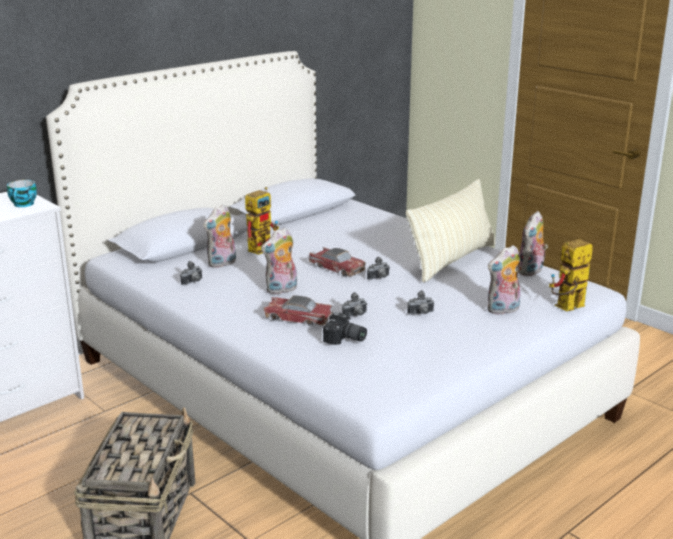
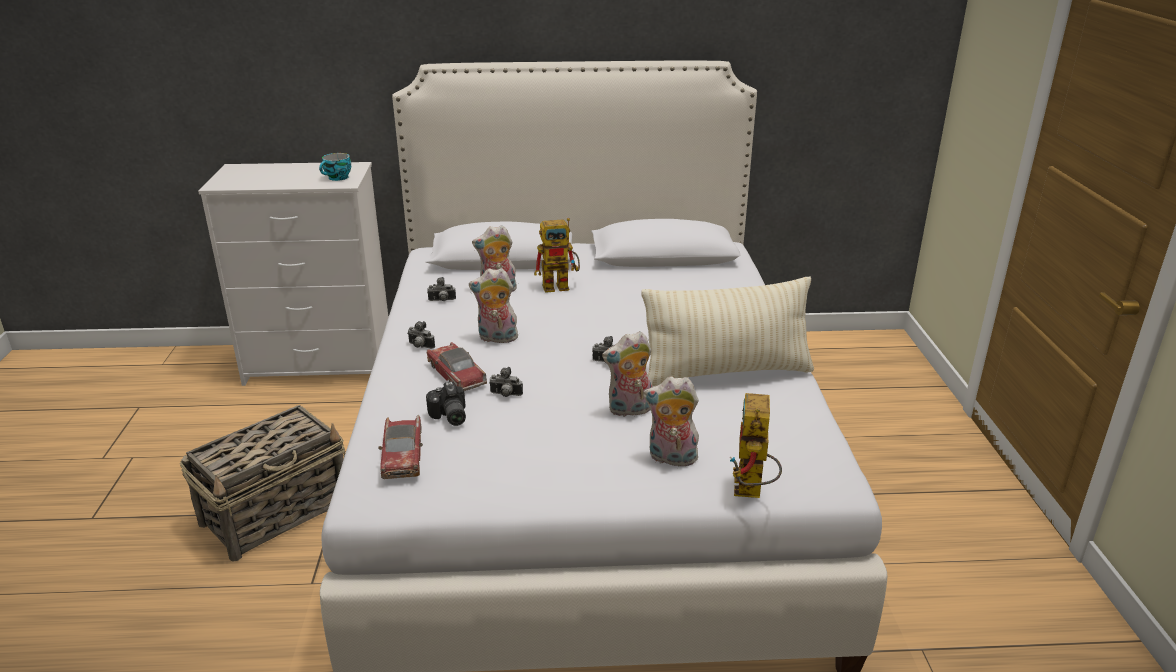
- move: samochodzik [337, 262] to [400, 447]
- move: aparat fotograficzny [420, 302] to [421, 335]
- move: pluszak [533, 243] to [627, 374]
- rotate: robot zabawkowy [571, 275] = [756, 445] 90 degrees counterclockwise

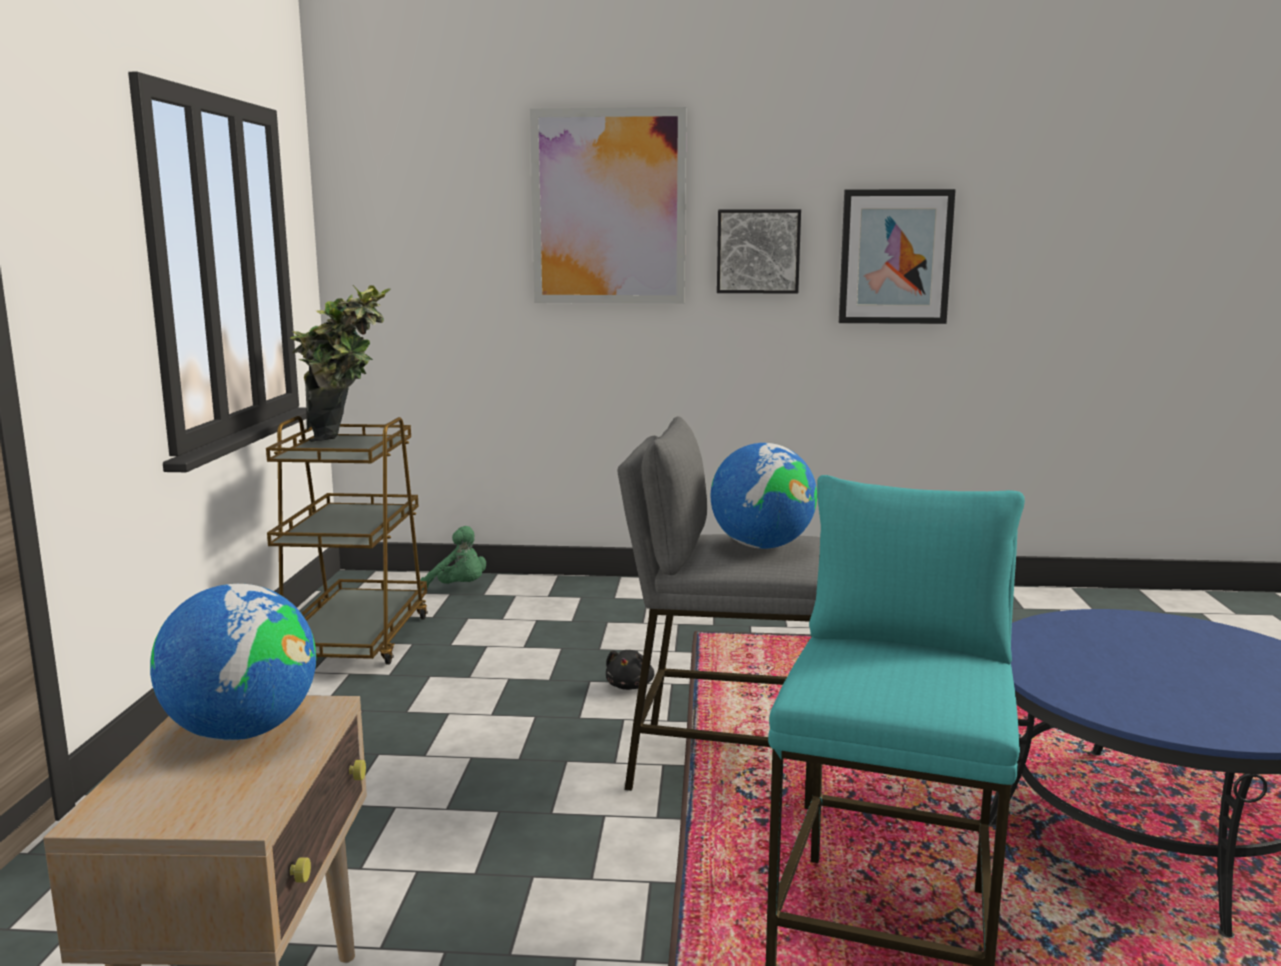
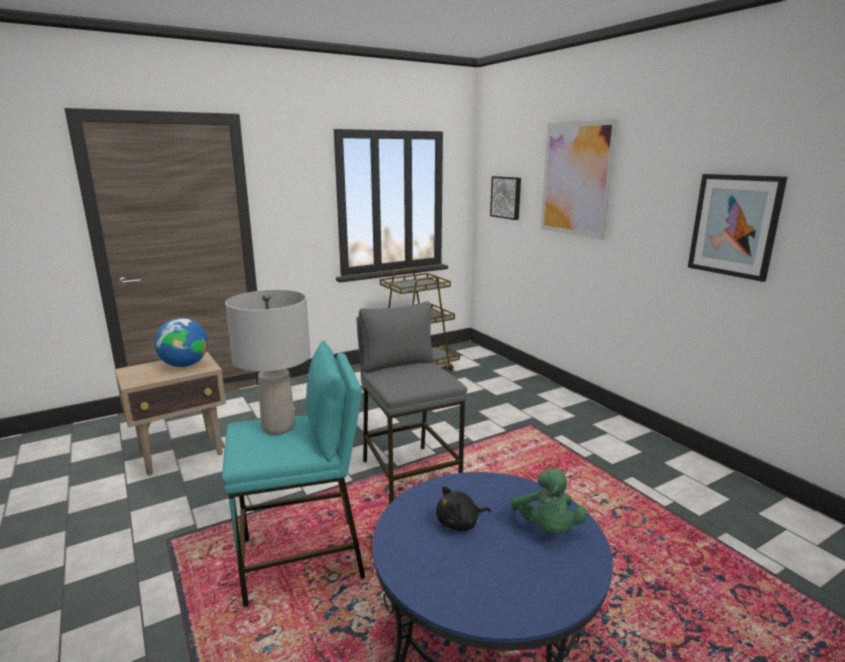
- delete: roślina doniczkowa [340, 363]
- delete: globus [763, 496]
- insert: lampa stołowa [szary] [267, 362]
- move: pluszak [zielony] [453, 557] to [548, 501]
- move: pluszak [czarny] [630, 670] to [463, 508]
- move: obraz [759, 251] to [505, 198]

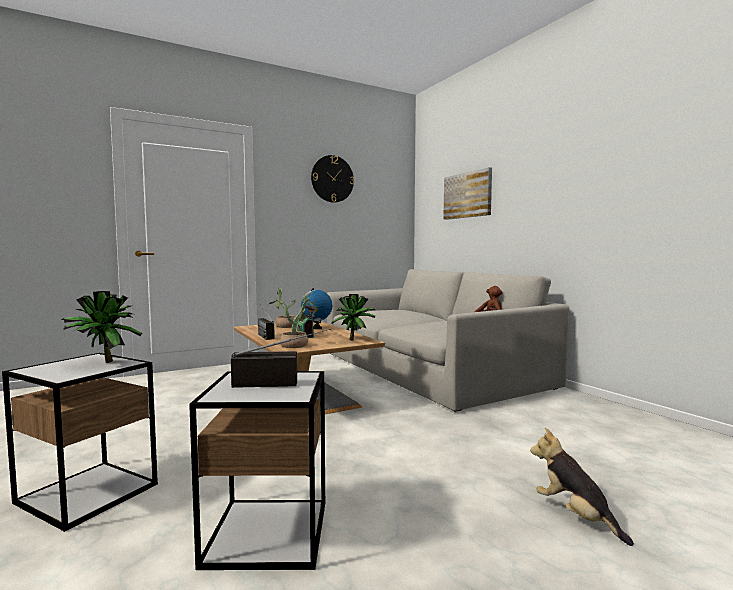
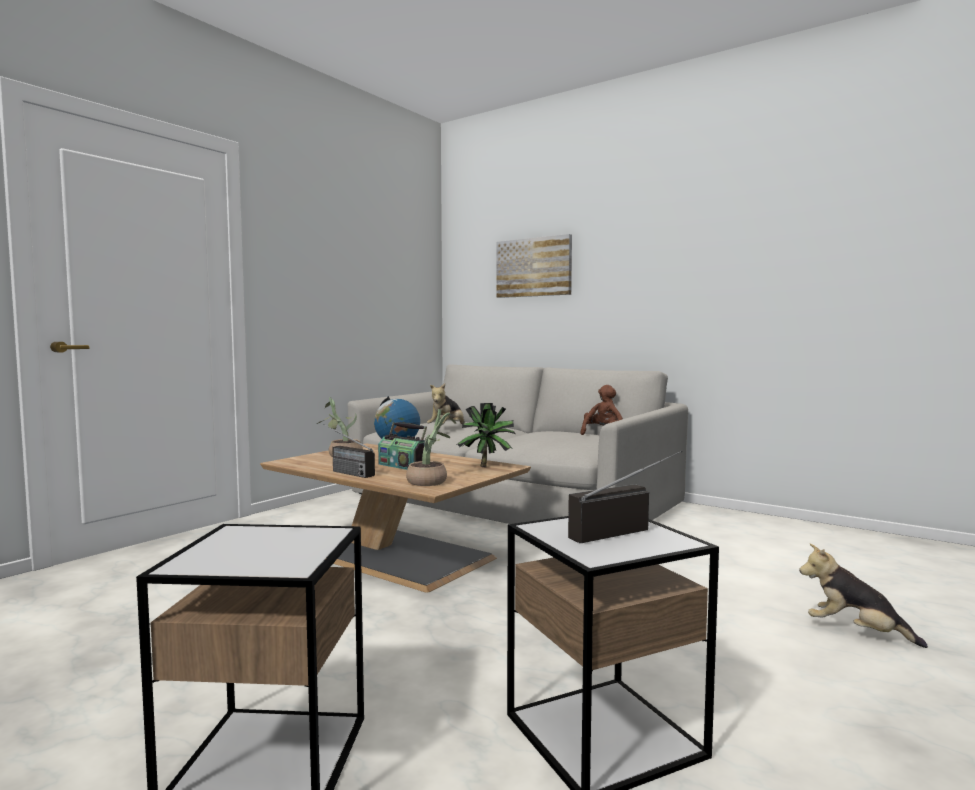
- delete: roślina doniczkowa [102, 327]
- delete: zegar ścienny [332, 179]
- insert: pluszak [445, 404]

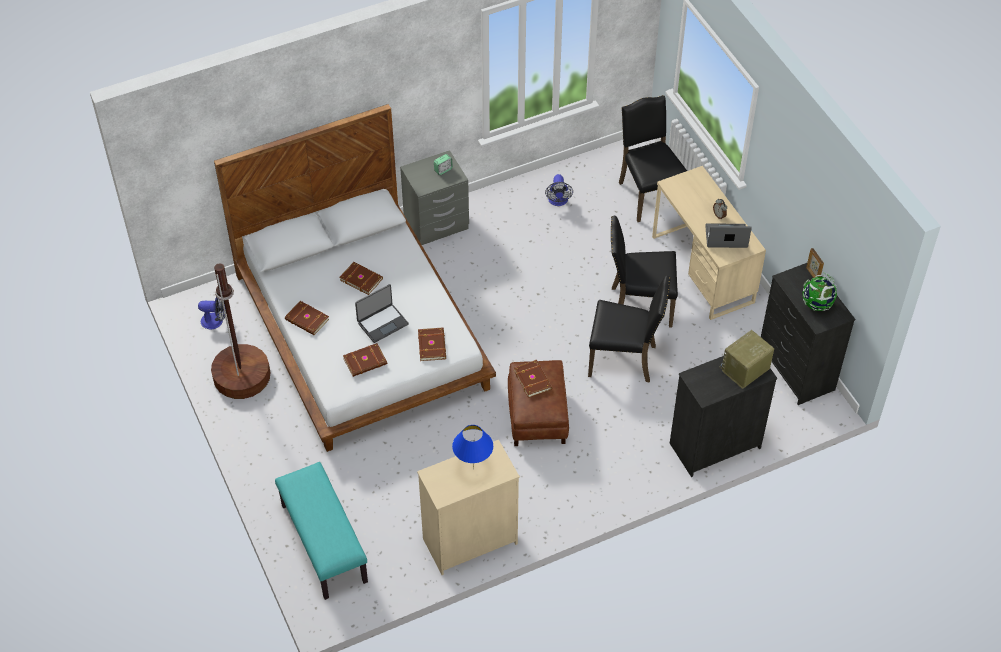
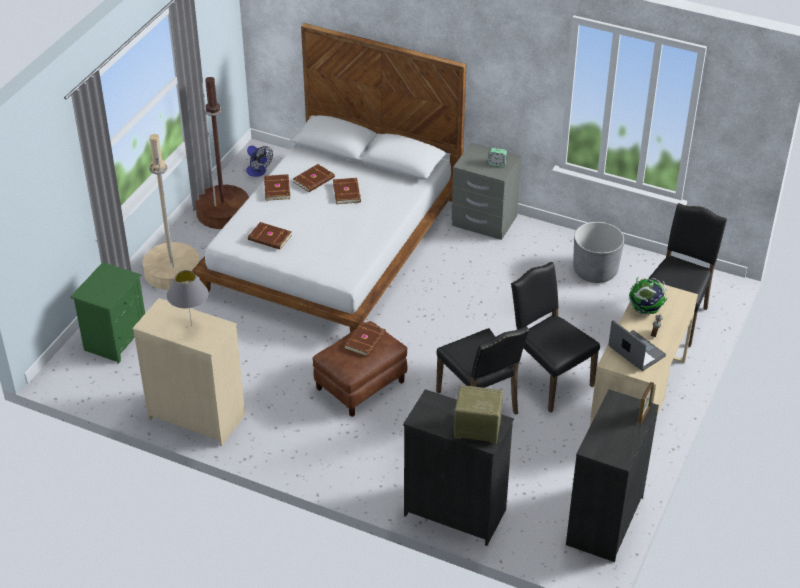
- delete: laptop [382, 313]
- insert: lampa stojąca [beżowy] [171, 212]
- move: książka [brązowy] [432, 344] to [314, 178]
- move: globus [819, 292] to [648, 296]
- replace: ławka [turkusowy] [321, 531] to szafka nocna [zielony] [107, 313]
- replace: wentylator [559, 190] to donica [szary] [598, 252]
- recolor: lampa stołowa [niebieski] [472, 447] to lampa stołowa [szary] [188, 298]

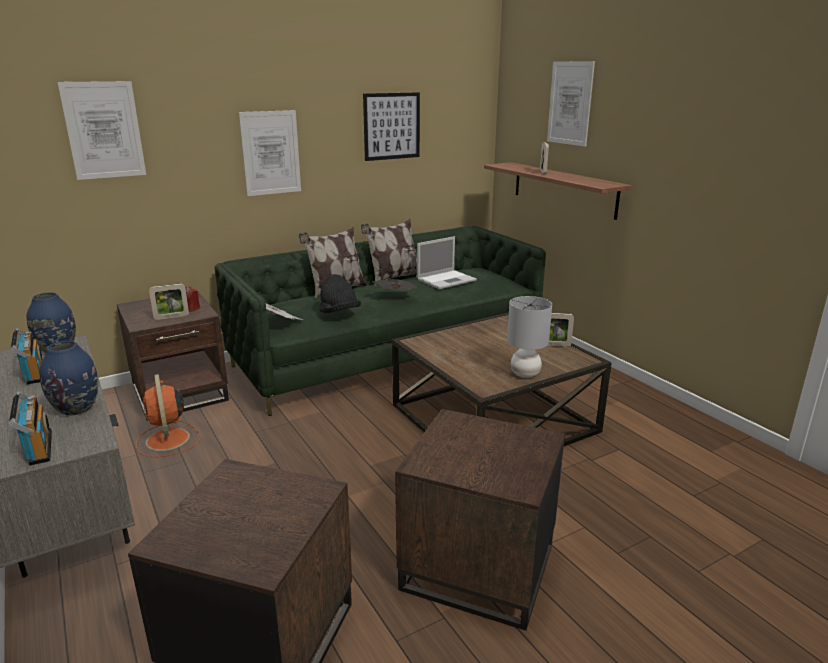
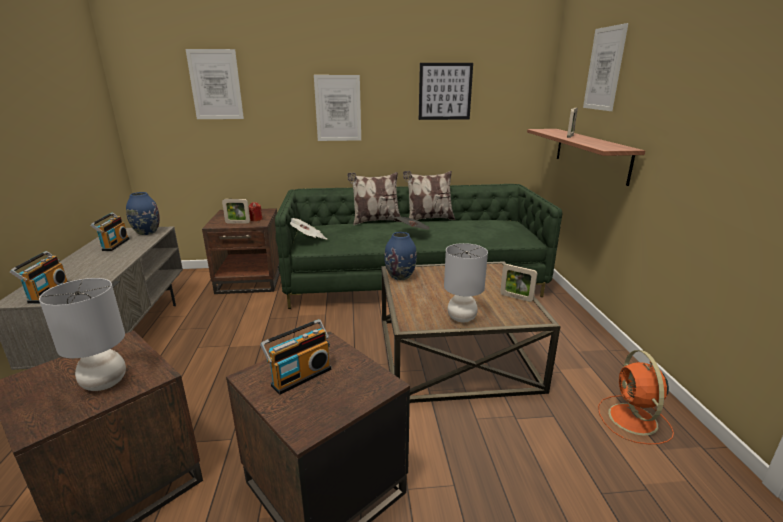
- delete: kapelusz [czarny] [340, 293]
- delete: laptop [447, 262]
- insert: lampa stołowa [szary] [82, 334]
- insert: radio [295, 357]
- move: wazon [niebieski] [68, 378] to [400, 256]
- move: wentylator [pomarańczowy] [168, 415] to [636, 397]

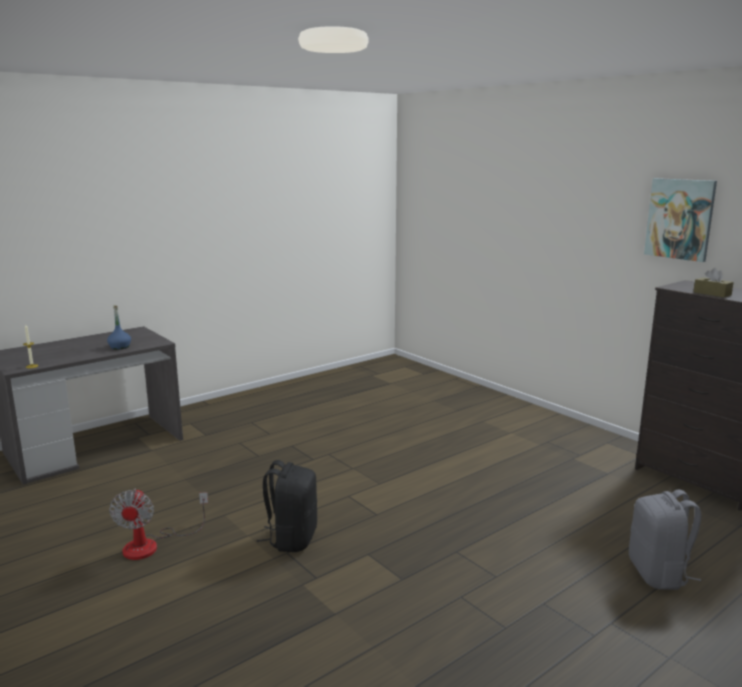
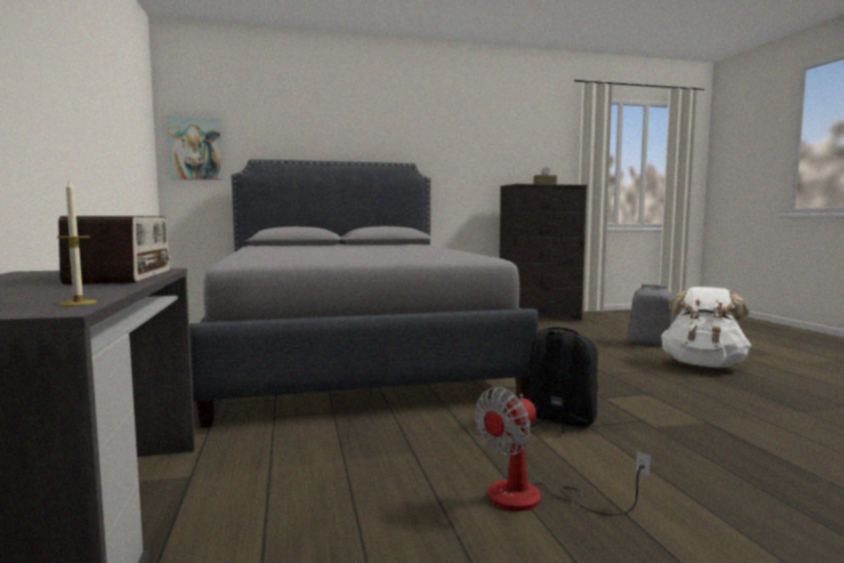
- insert: łóżko [szary] [364, 293]
- insert: plecak [biały] [706, 327]
- move: obraz [680, 220] to [194, 147]
- replace: butelka [niebieski] [119, 328] to radio [114, 250]
- rotate: wentylator [158, 524] = [563, 451] 120 degrees clockwise

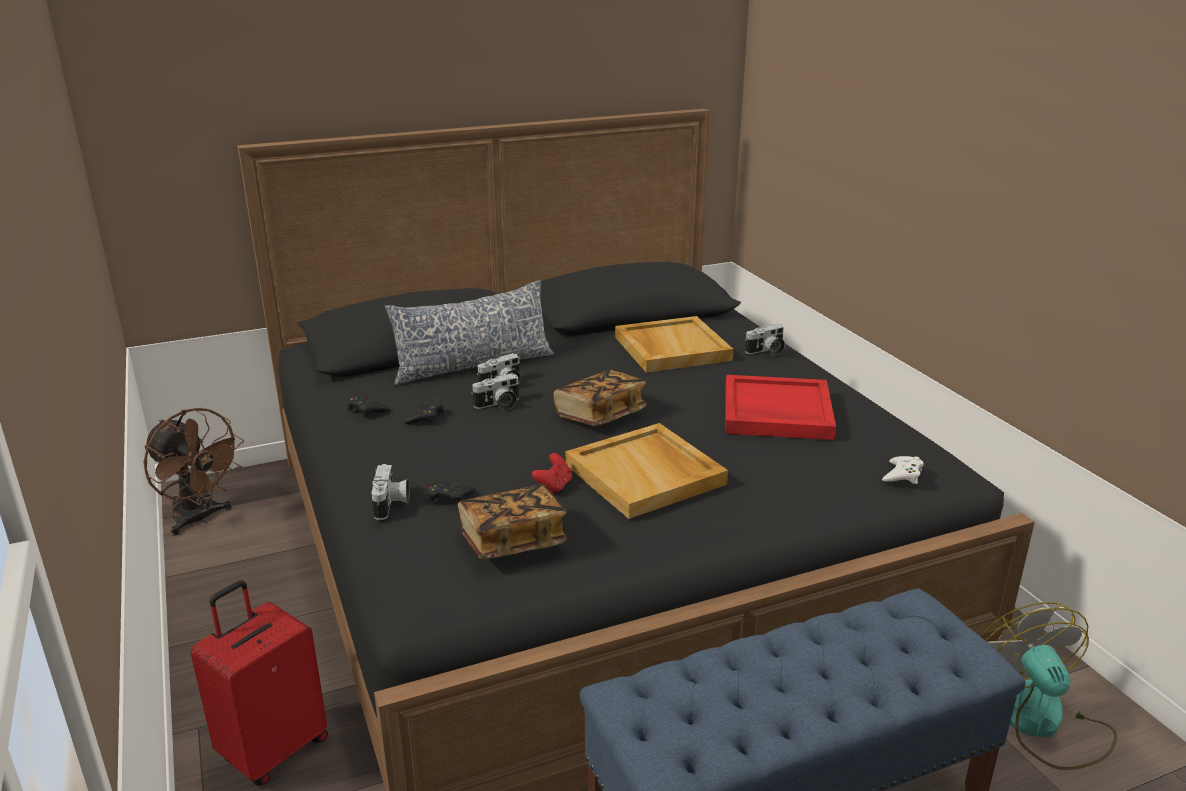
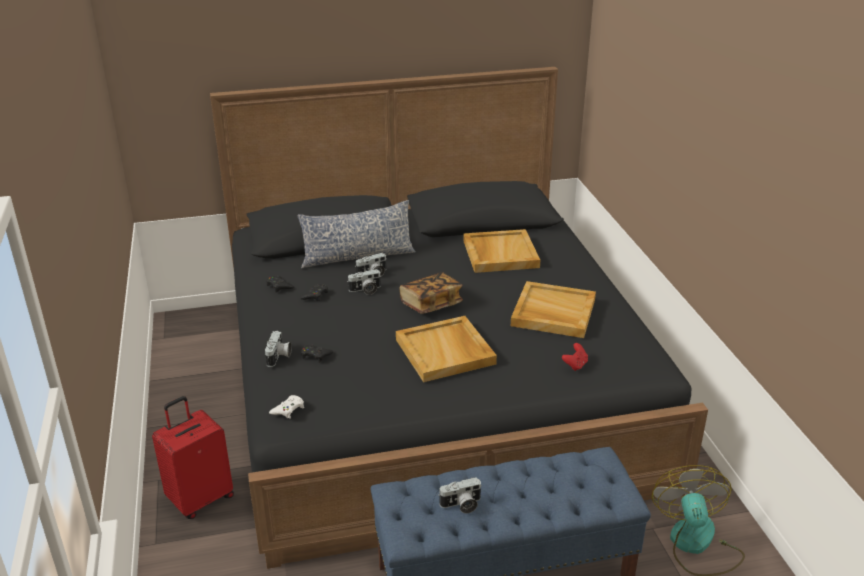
- delete: wentylator [brązowy] [194, 472]
- delete: książka [512, 521]
- move: pad do gier [czerwony] [552, 473] to [575, 357]
- move: aparat fotograficzny [765, 340] to [460, 495]
- move: pad do gier [biały] [903, 470] to [286, 407]
- recolor: taca [czerwony] [780, 407] to taca [beżowy] [553, 309]

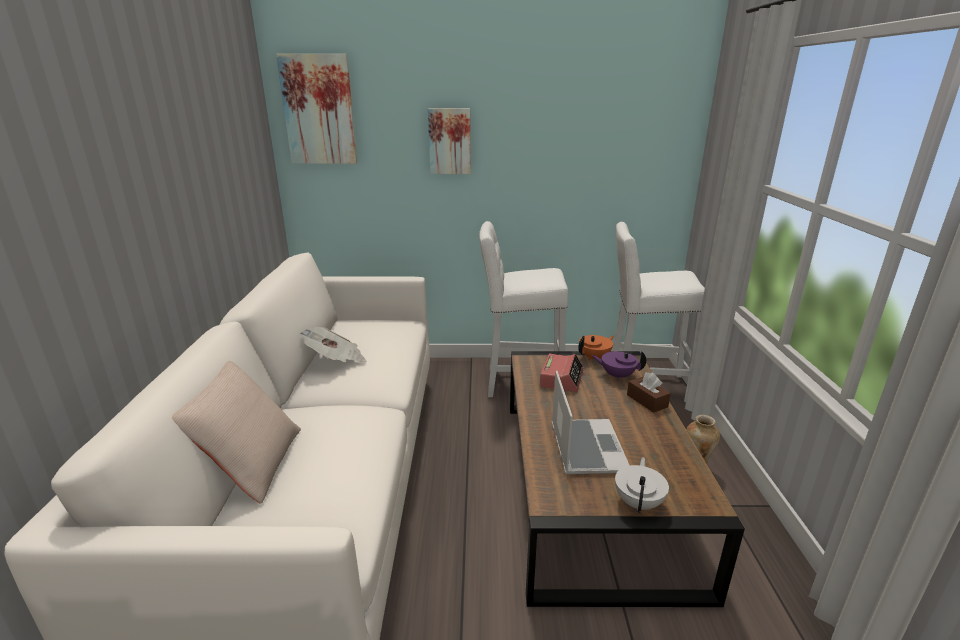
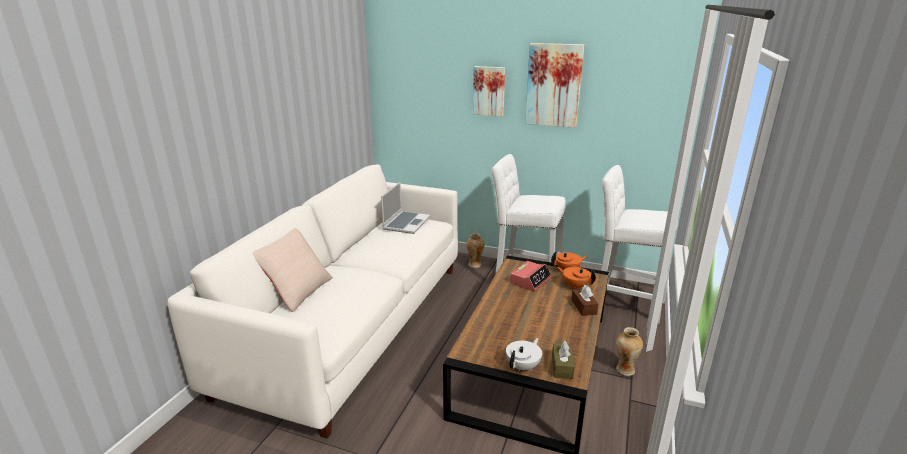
- delete: gazeta [333, 344]
- insert: wazon [475, 250]
- insert: pudełko chusteczek [brązowy] [563, 360]
- move: obraz [316, 109] to [554, 85]
- move: laptop [591, 422] to [405, 208]
- recolor: imbryk [fioletowy] [619, 365] to imbryk [pomarańczowy] [576, 278]

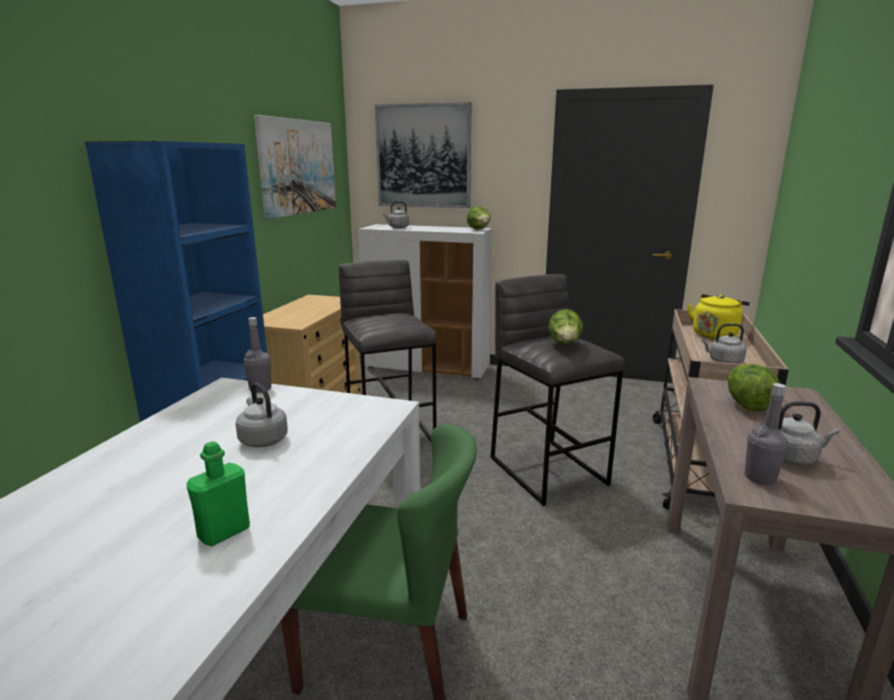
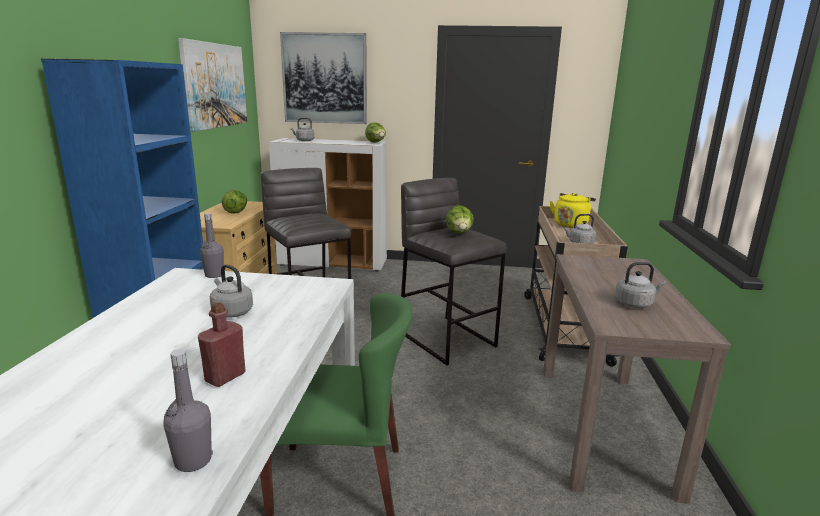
- move: sałata [754, 388] to [234, 201]
- move: butelka [szary] [766, 434] to [188, 410]
- recolor: butelka [zielony] [218, 493] to butelka [czerwony] [222, 344]

